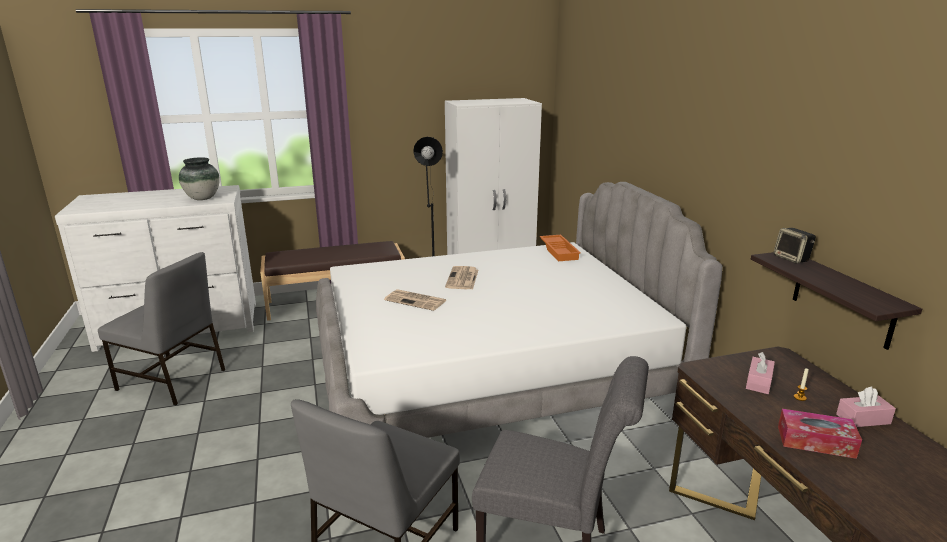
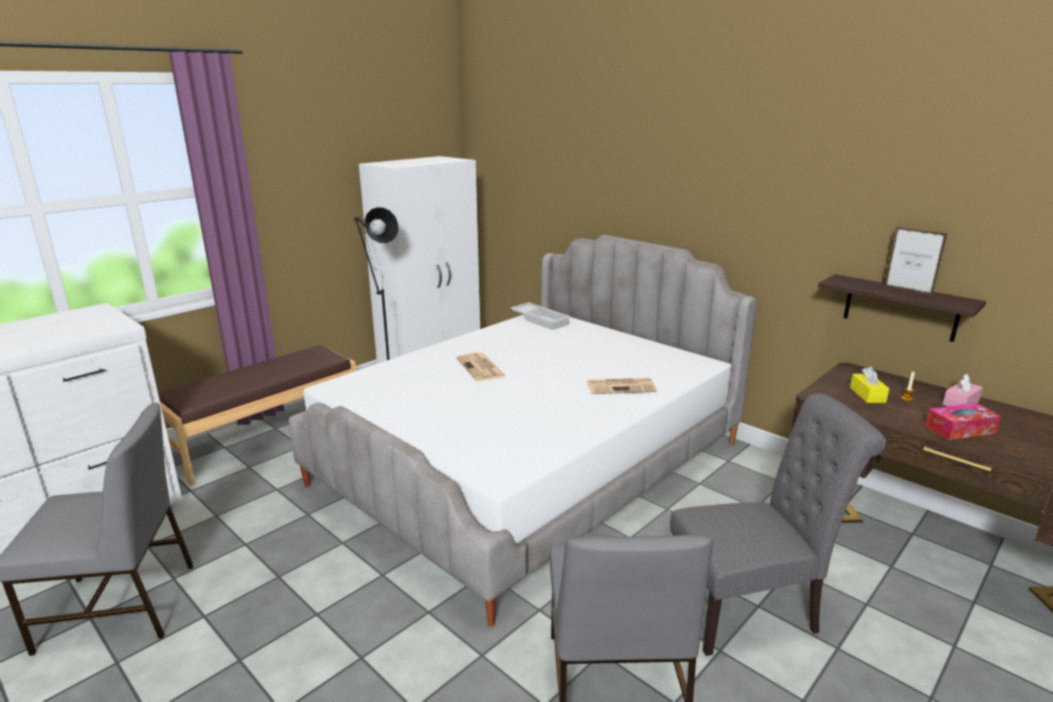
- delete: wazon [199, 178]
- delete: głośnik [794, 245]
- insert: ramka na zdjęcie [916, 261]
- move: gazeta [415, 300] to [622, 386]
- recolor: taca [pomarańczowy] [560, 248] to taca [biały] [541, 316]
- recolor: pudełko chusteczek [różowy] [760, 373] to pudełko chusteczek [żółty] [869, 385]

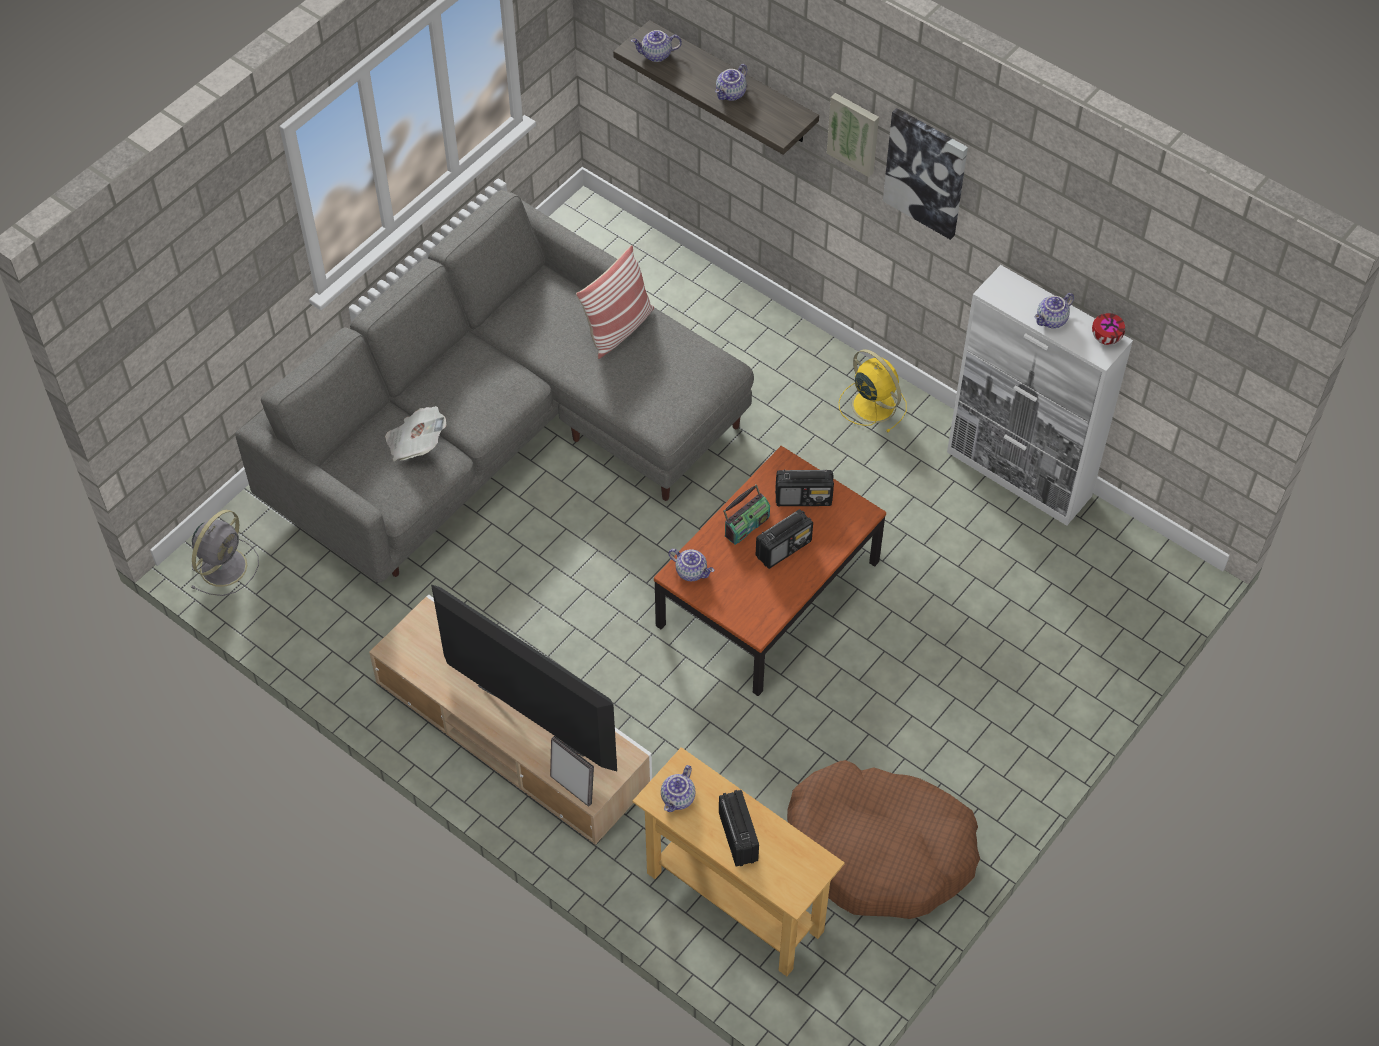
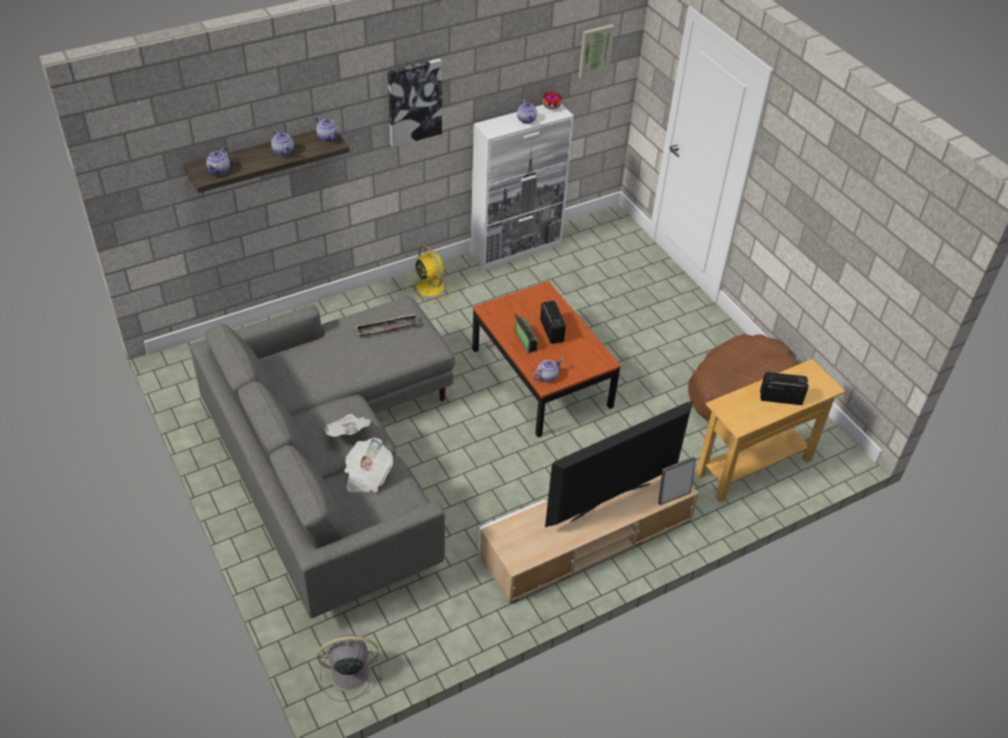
- delete: poduszka [615, 302]
- delete: radio [804, 487]
- insert: gazeta [348, 425]
- insert: taca [387, 325]
- move: imbryk [678, 788] to [327, 129]
- move: obraz [853, 135] to [596, 51]
- rotate: wentylator [szary] [225, 553] = [350, 668] 60 degrees counterclockwise
- rotate: wentylator [żółty] [873, 390] = [429, 274] 75 degrees clockwise

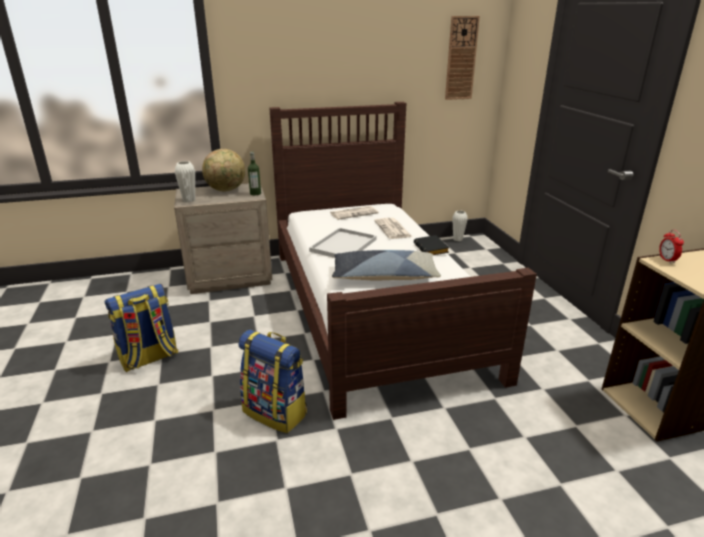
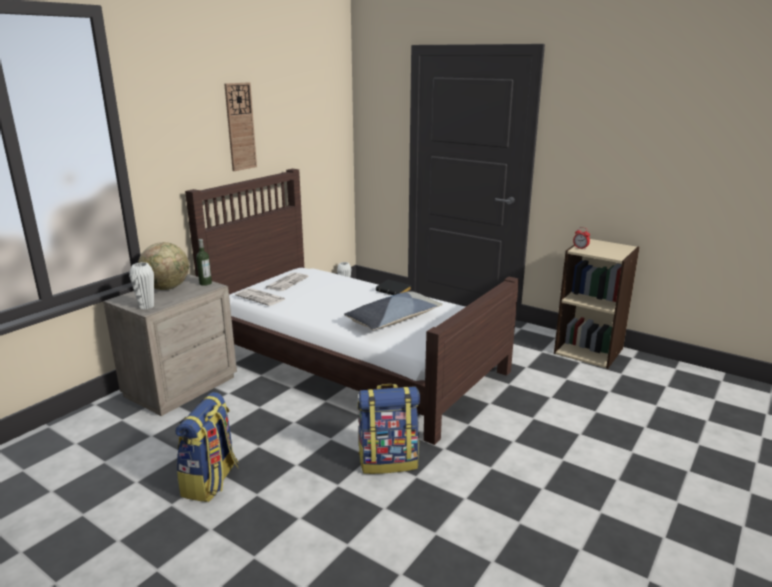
- delete: taca [biały] [343, 243]
- move: gazeta [393, 228] to [260, 297]
- move: zegar ścienny [462, 58] to [240, 126]

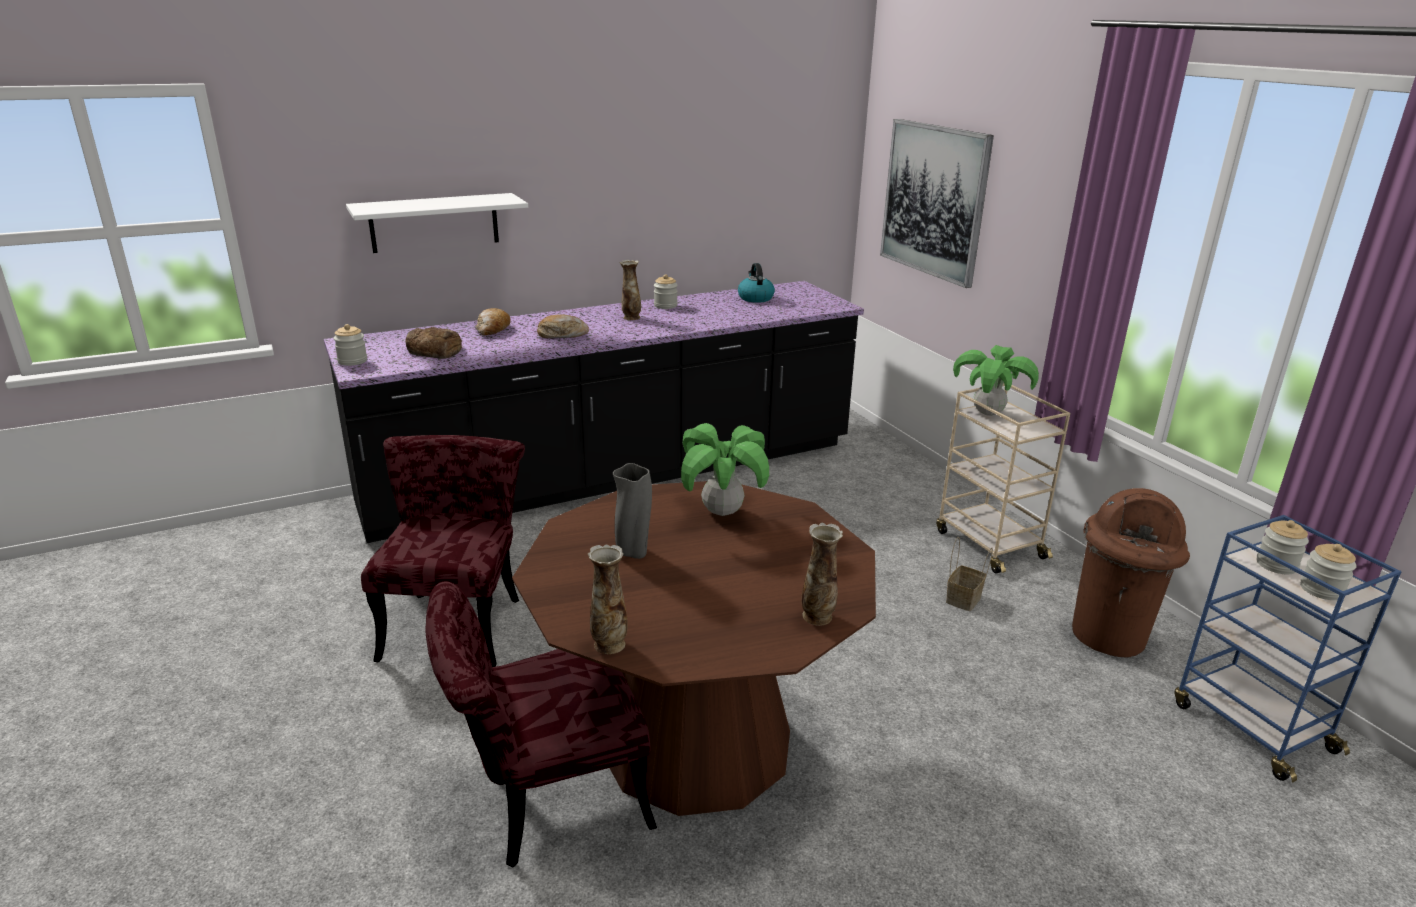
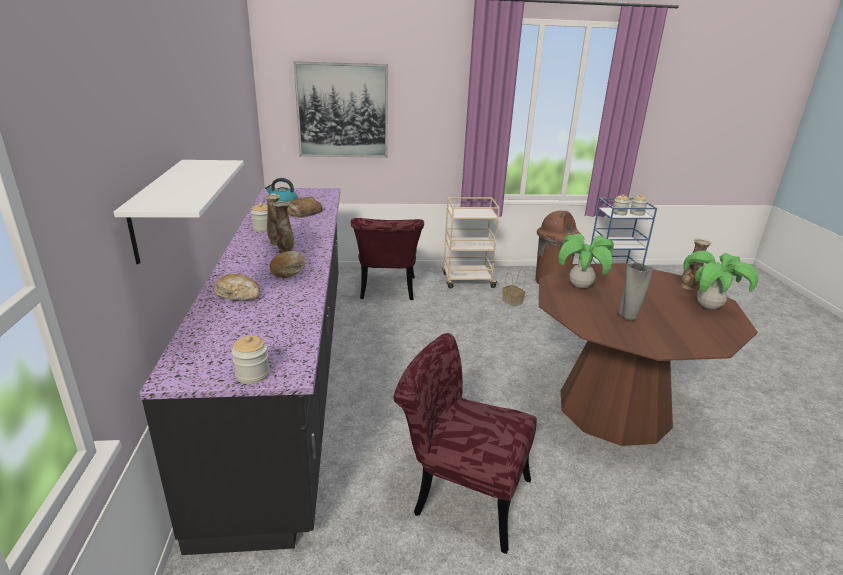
- move: chleb [433, 343] to [305, 207]
- move: krzesło [czerwony] [541, 724] to [387, 259]
- move: wazon [608, 599] to [283, 227]
- move: roślina doniczkowa [996, 380] to [721, 280]

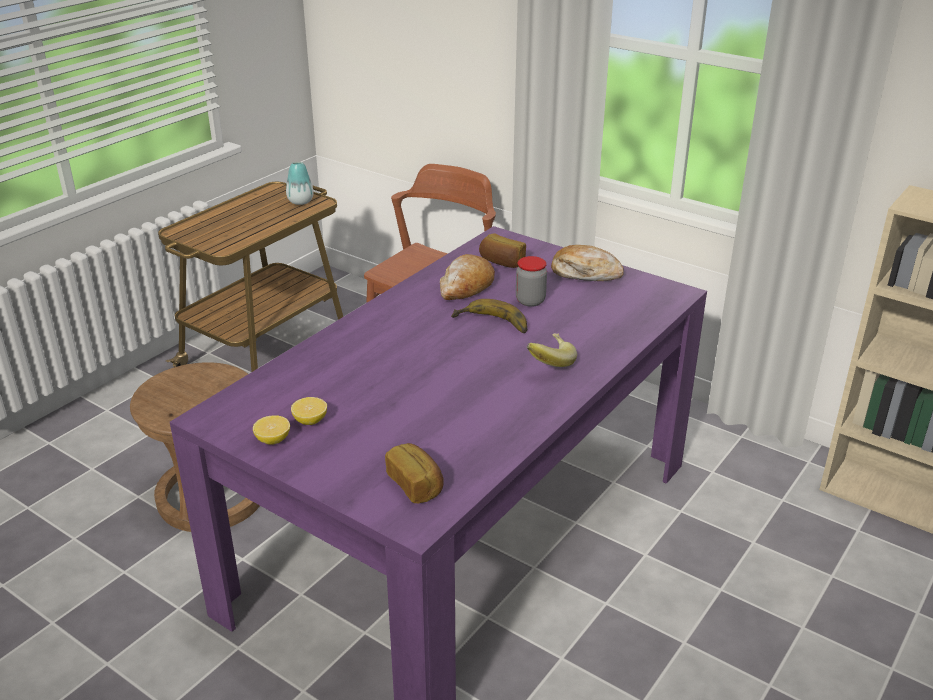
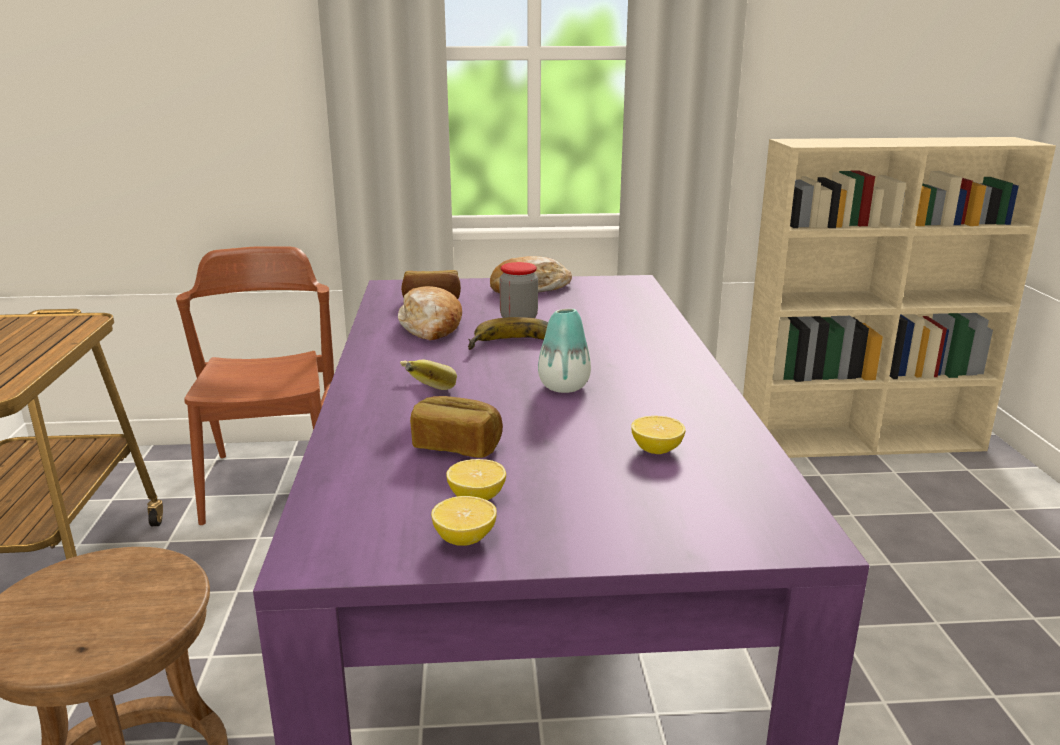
- insert: cytryna [658, 435]
- move: wazon [300, 183] to [564, 351]
- move: chleb [414, 473] to [456, 427]
- move: banan [552, 350] to [428, 375]

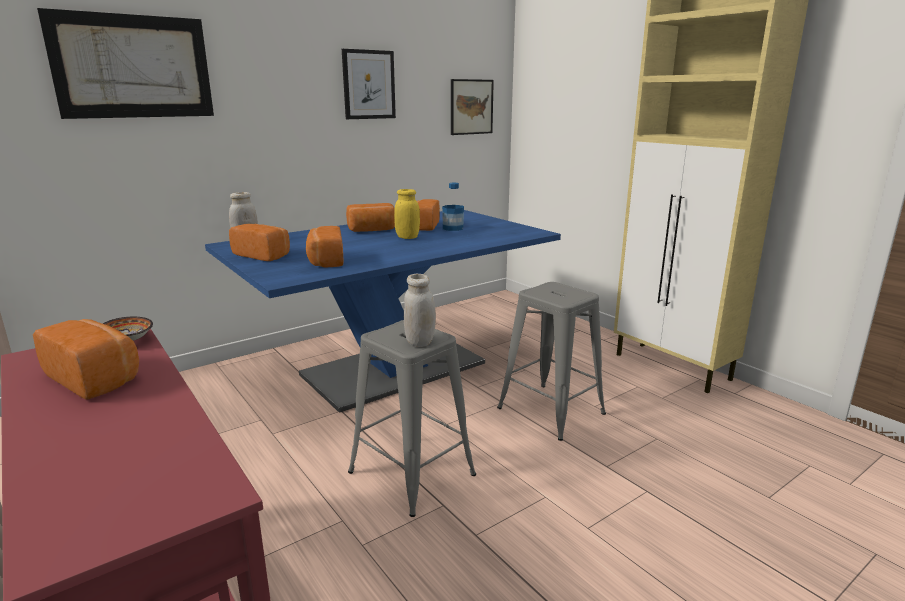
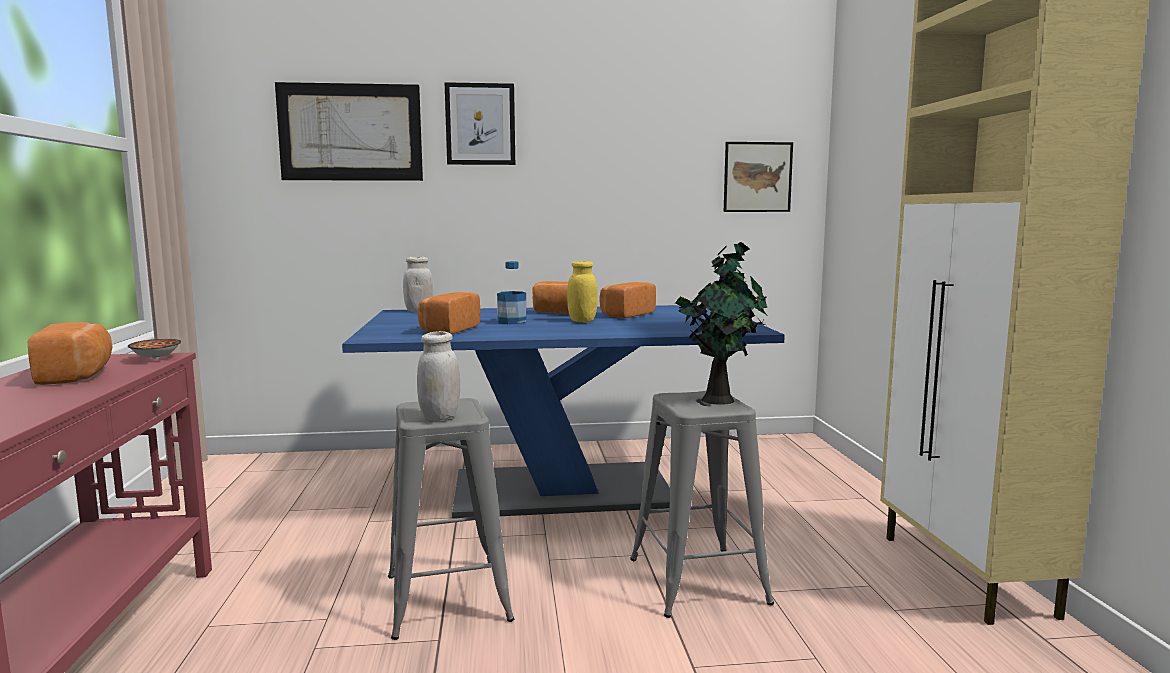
- delete: chleb [259, 242]
- insert: roślina doniczkowa [721, 323]
- move: obraz [369, 84] to [480, 123]
- move: butelka [453, 207] to [511, 292]

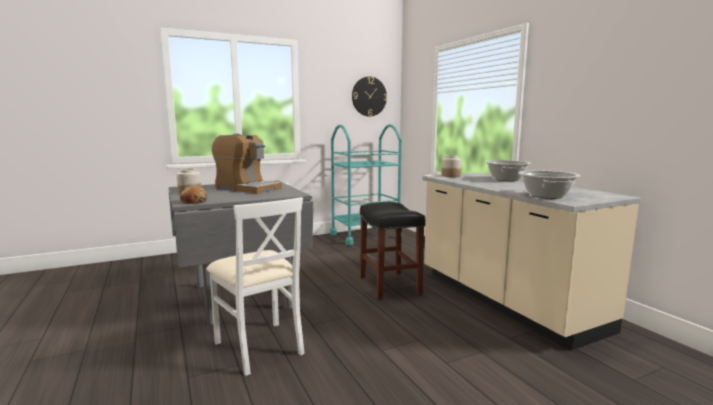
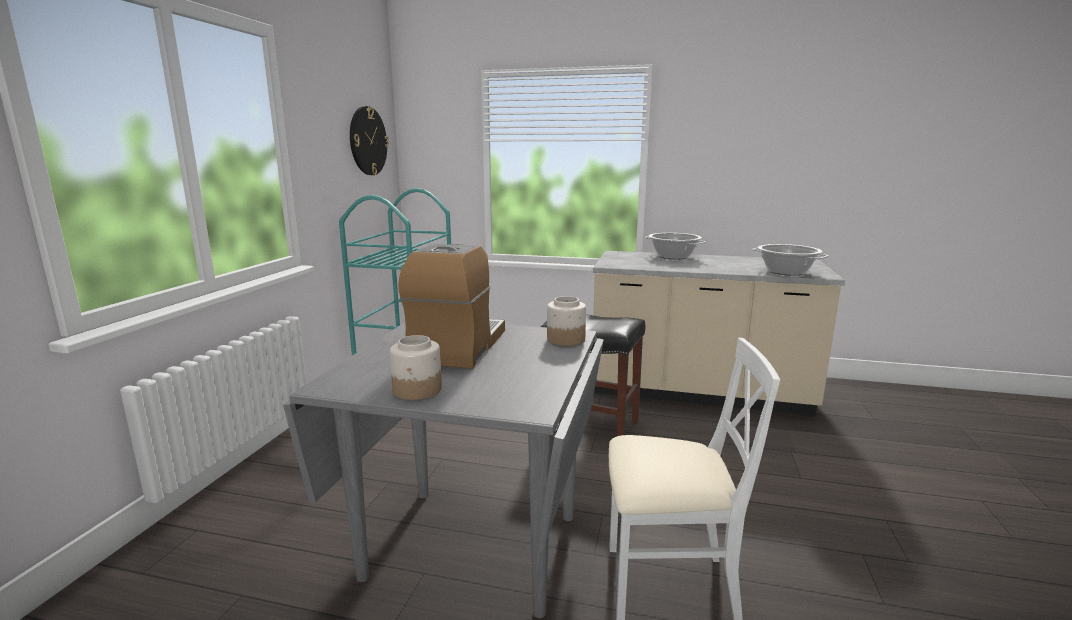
- delete: chleb [194, 195]
- move: słoik [451, 166] to [566, 321]
- rotate: ekspres do kawy [247, 164] = [451, 306] 60 degrees counterclockwise

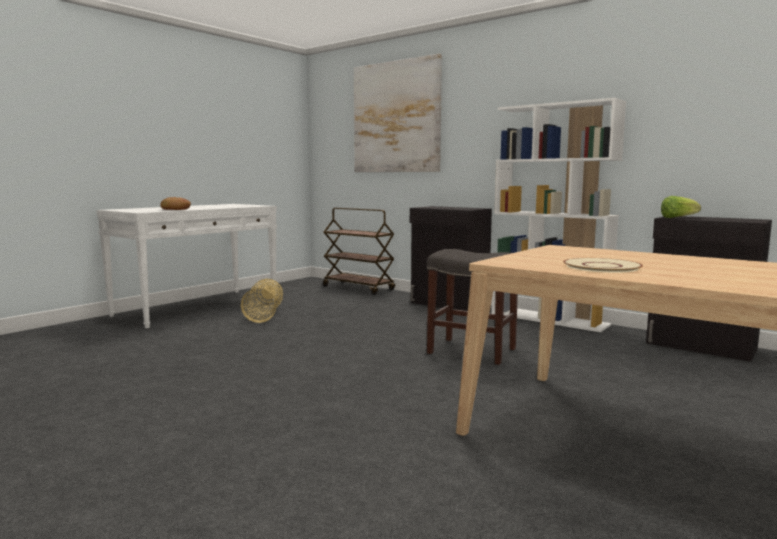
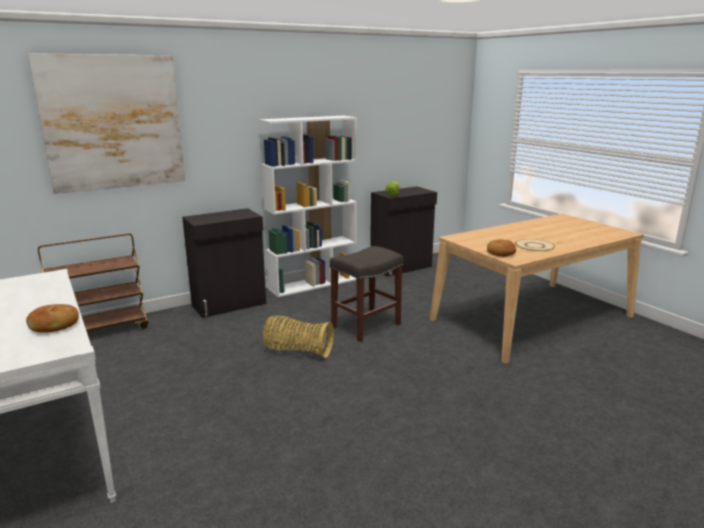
- insert: chleb [501, 248]
- move: koszyk [262, 301] to [298, 337]

